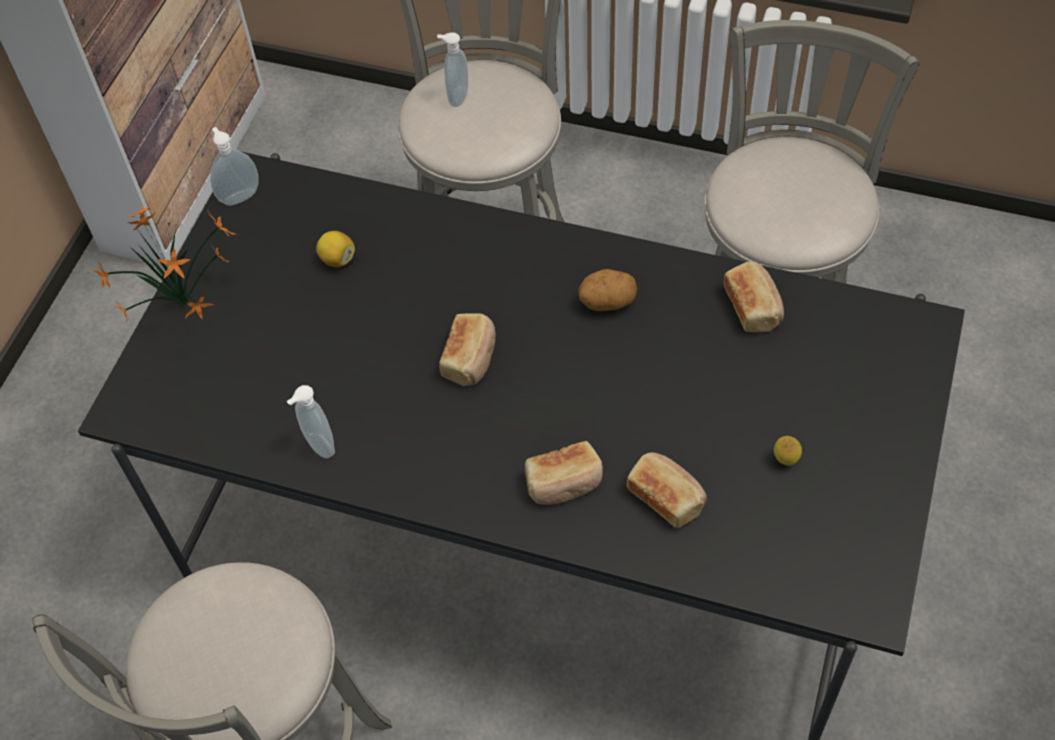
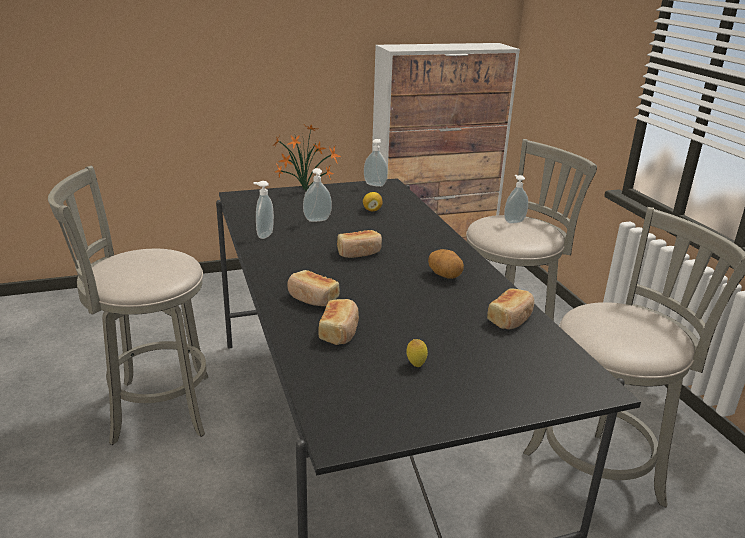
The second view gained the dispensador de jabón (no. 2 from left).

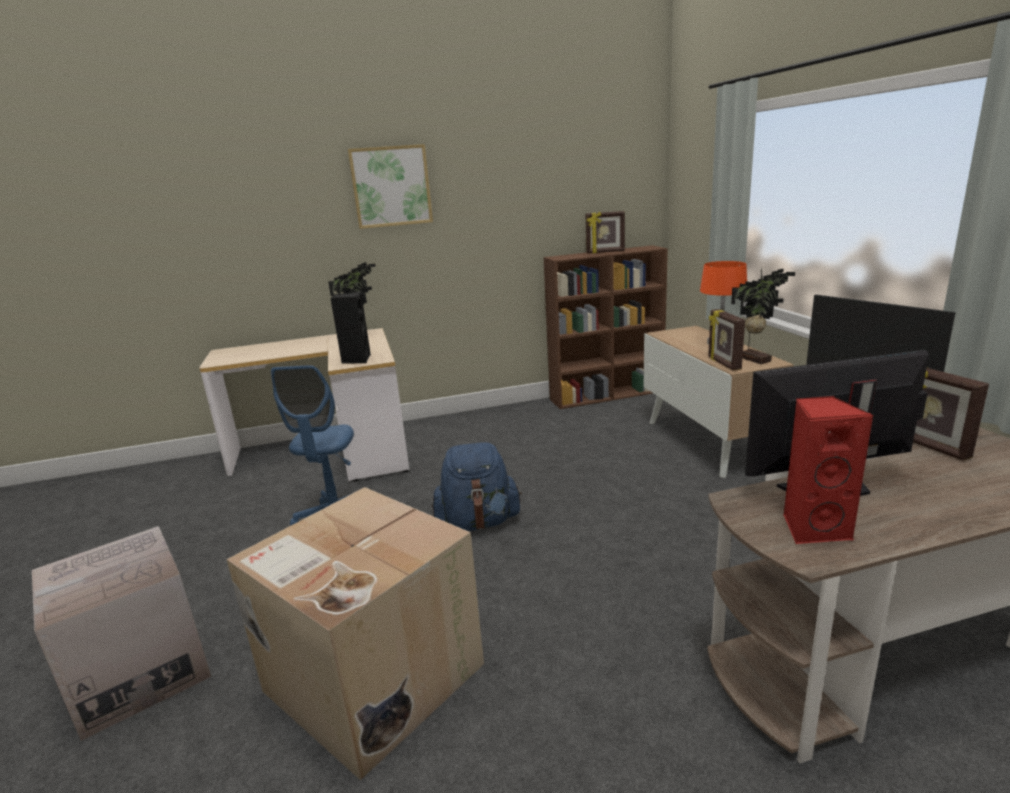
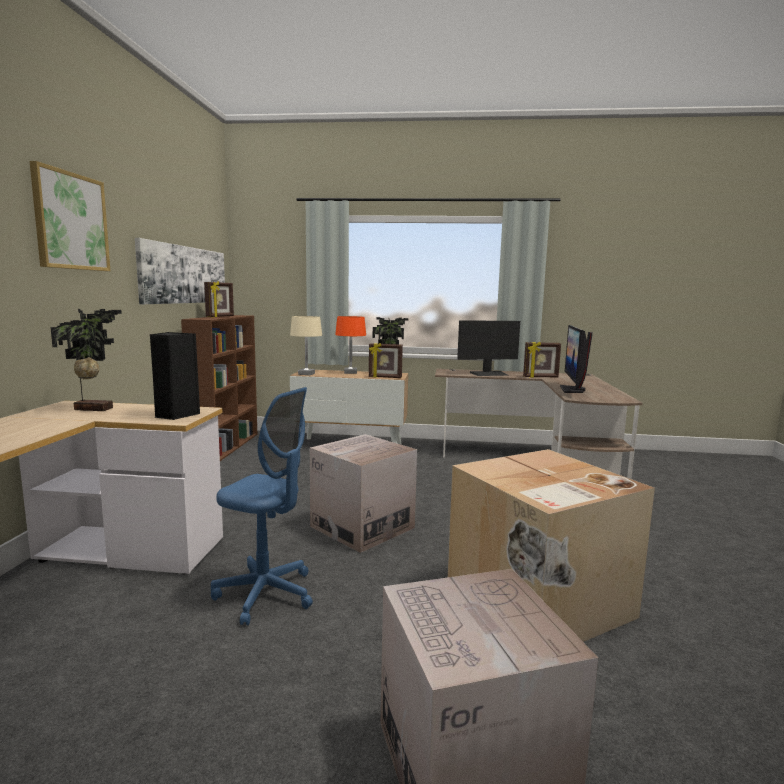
The second view gained the cuadro (no. 2 from left). The second view gained the lámpara de mesa [beis]. Where the mochila [azul] stood, the caja de cartón (no. 1 from left) came to stand. The second view lost the altavoz [rojo].

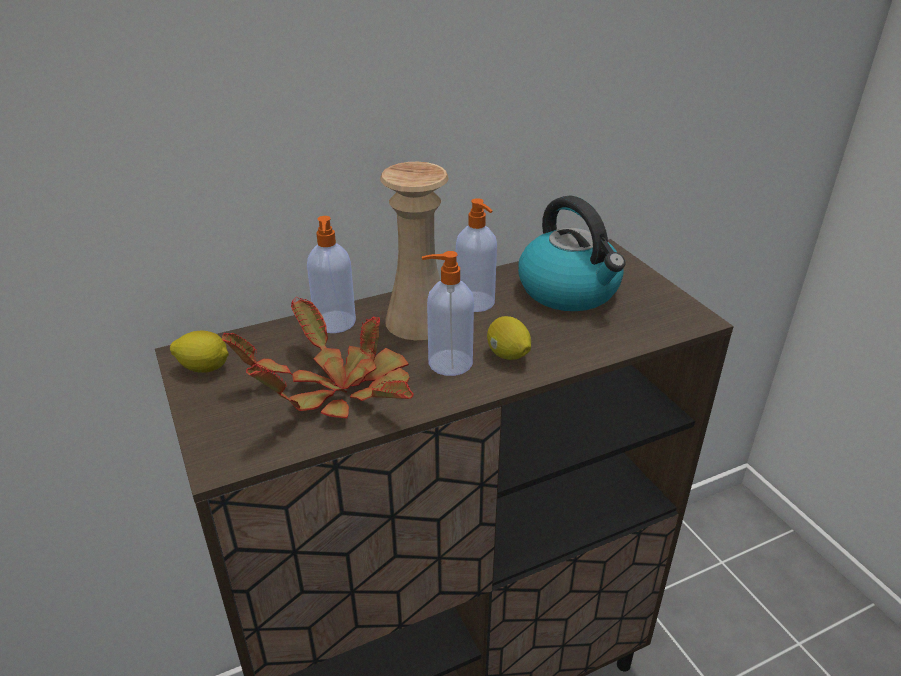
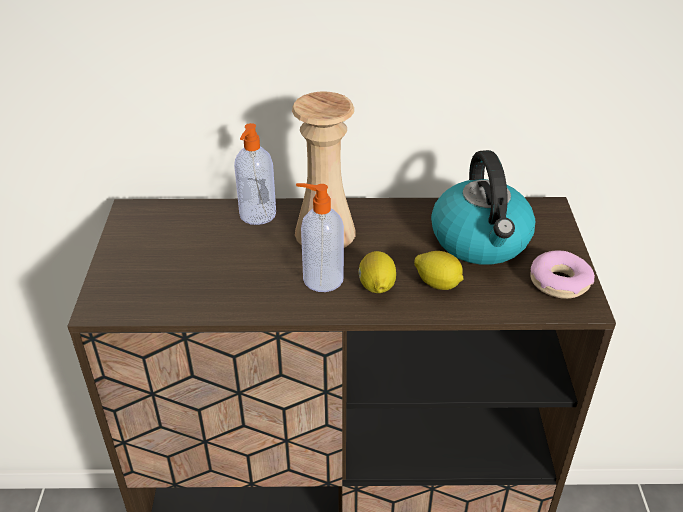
The limón (no. 1 from left in the first image) ended up elsewhere. The second view gained the rosquilla. The second view lost the planta en maceta. The second view lost the dispensador de jabón (no. 3 from left).

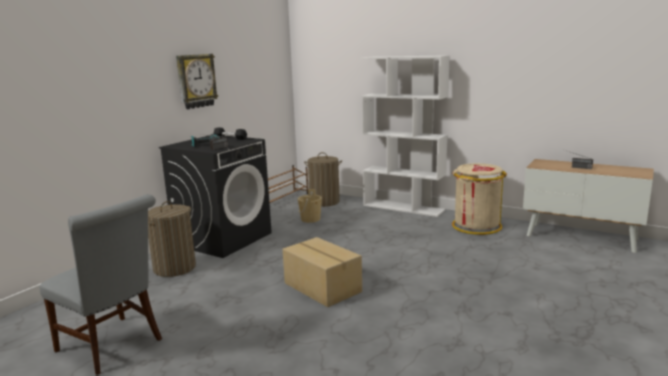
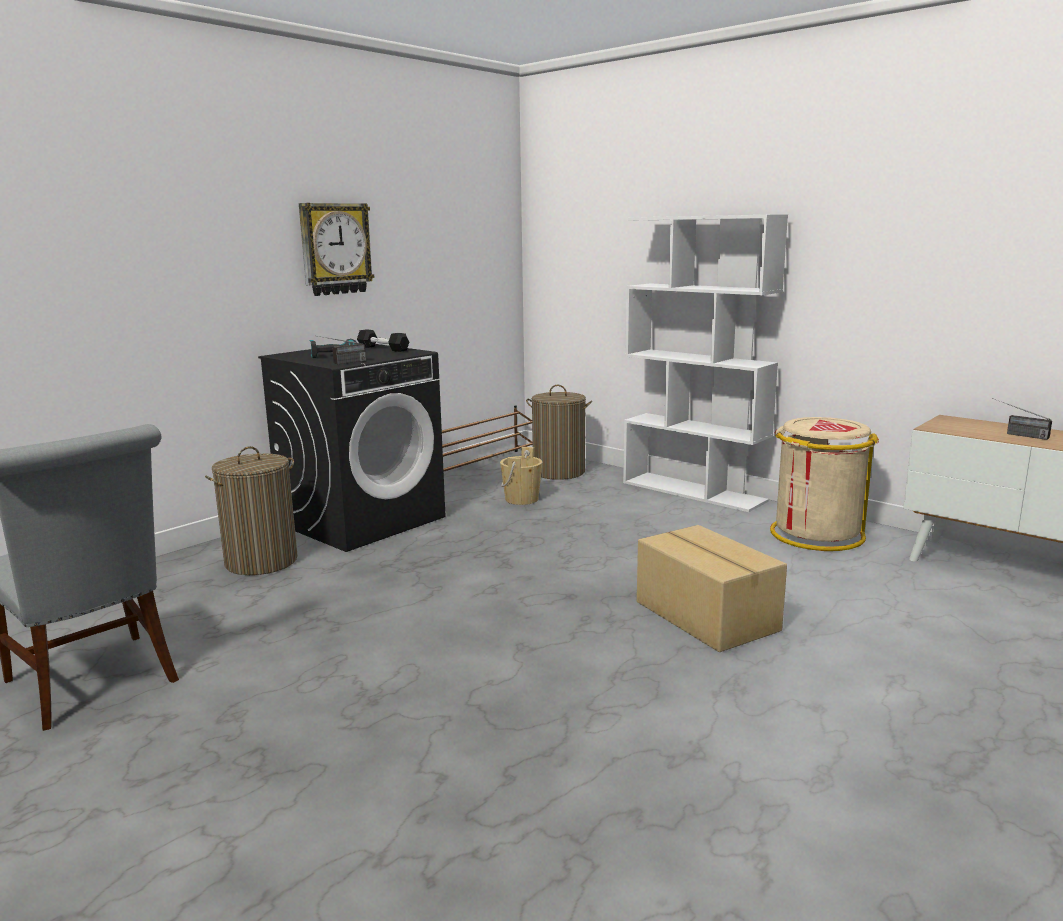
The caja de cartón ended up elsewhere.

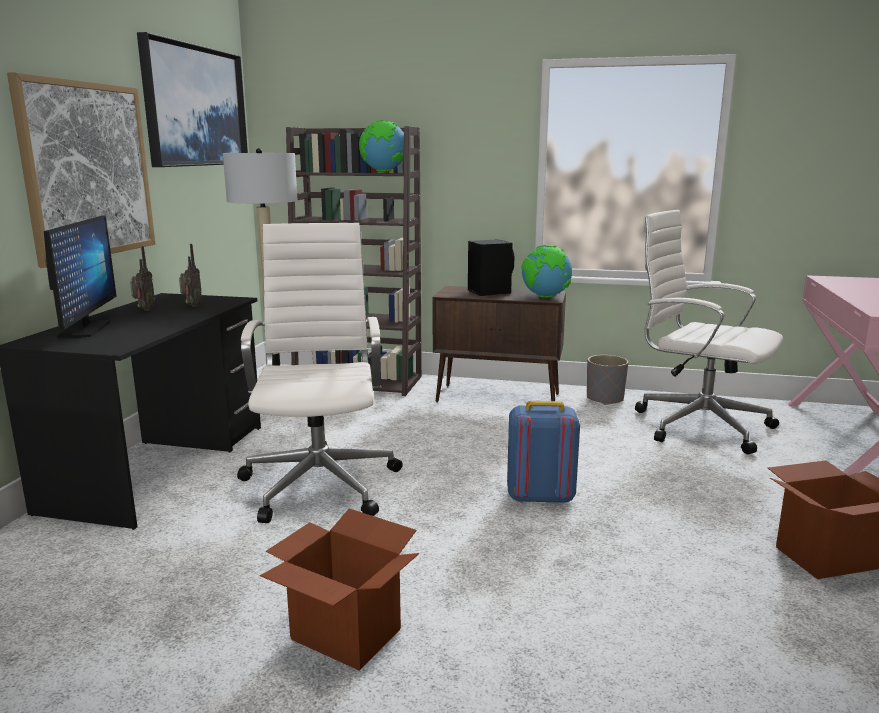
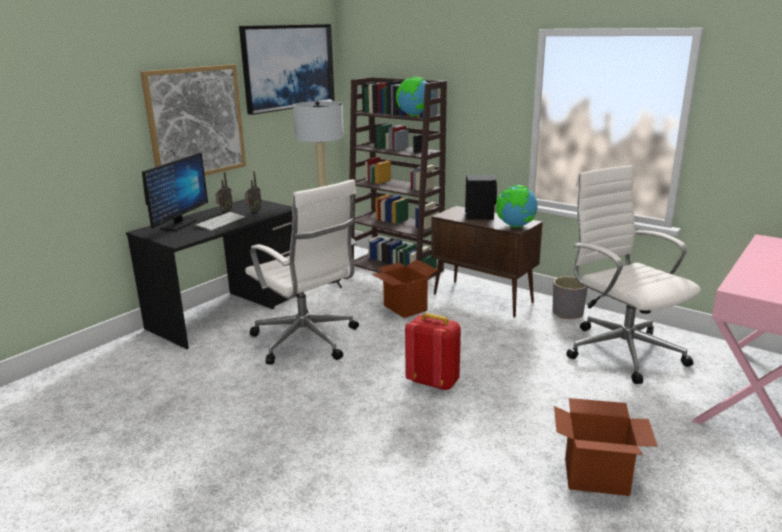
The second view gained the teclado. The silla de oficina [blanco] (no. 1 from left) ended up facing another way, 120 degrees clockwise from before. The caja de cartón (no. 1 from left) ended up elsewhere. What was the mochila [azul] turned into the mochila [rojo].

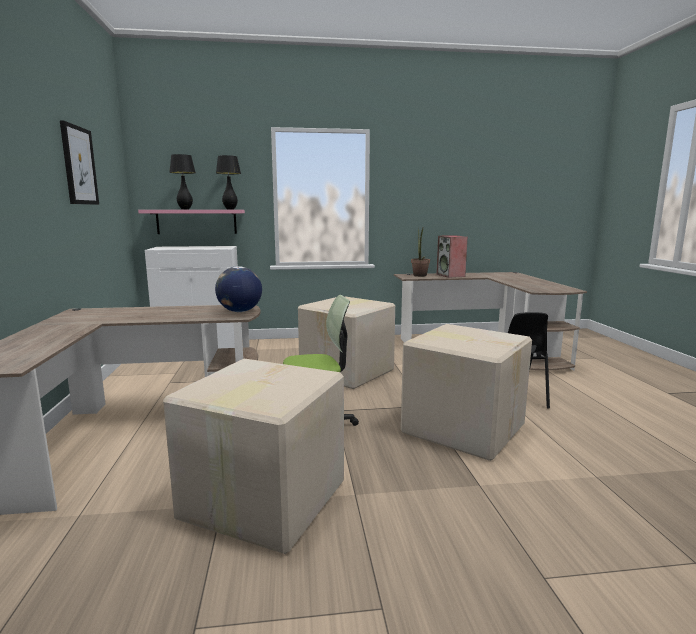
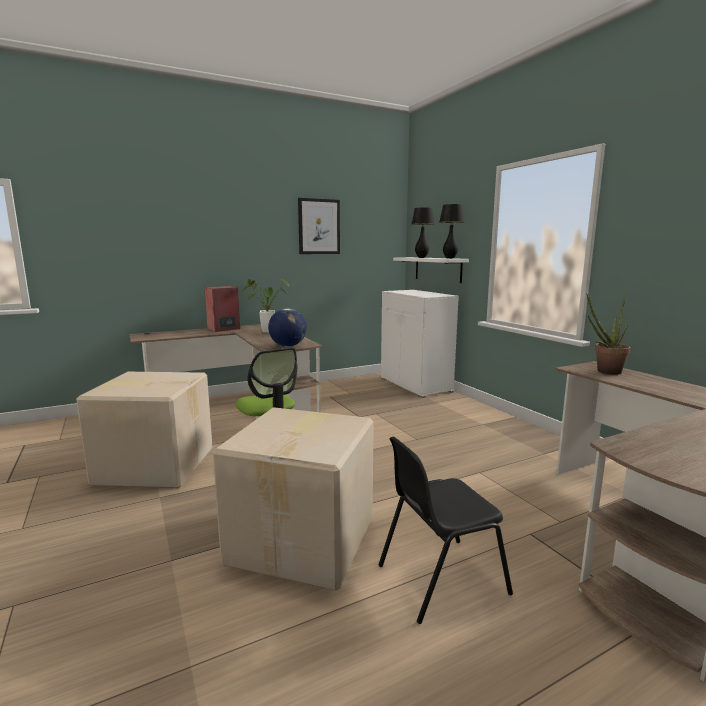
The altavoz ended up elsewhere. The second view gained the planta en maceta (no. 1 from left). What was the estante [rosa] turned into the estante [blanco]. The second view lost the caja de cartón (no. 2 from left).

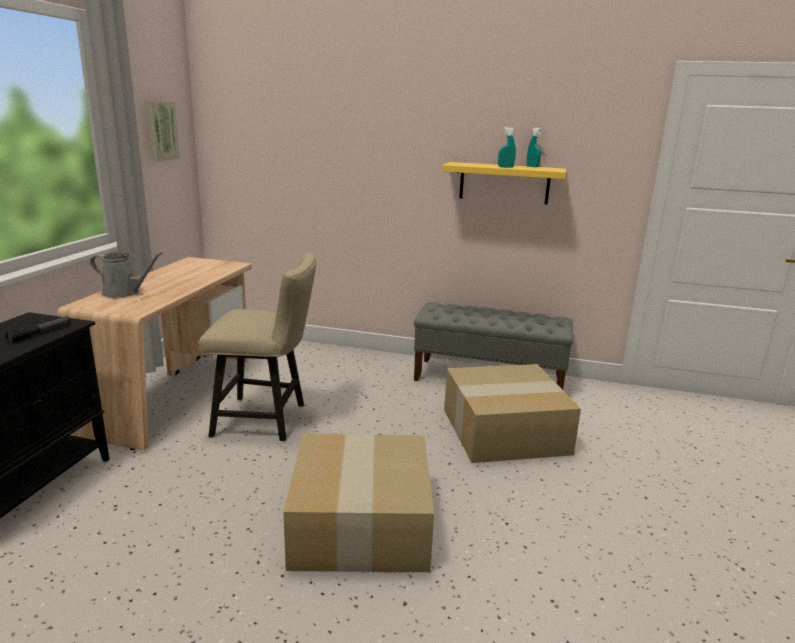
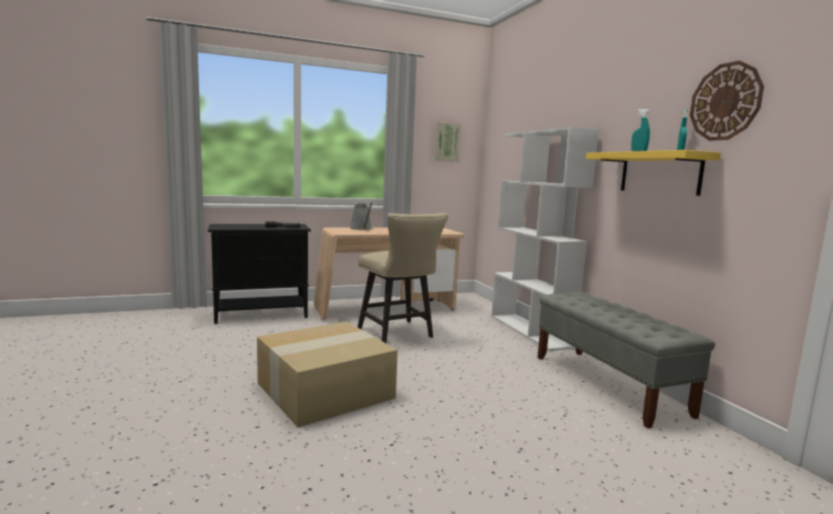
The second view gained the estantería [blanco]. The second view gained the reloj de pared. The second view lost the caja de cartón (no. 2 from left).

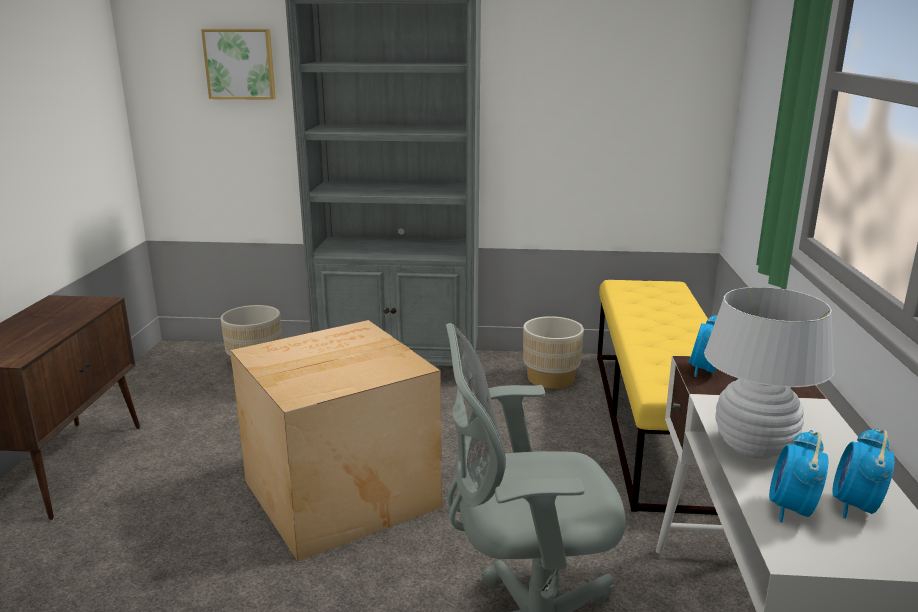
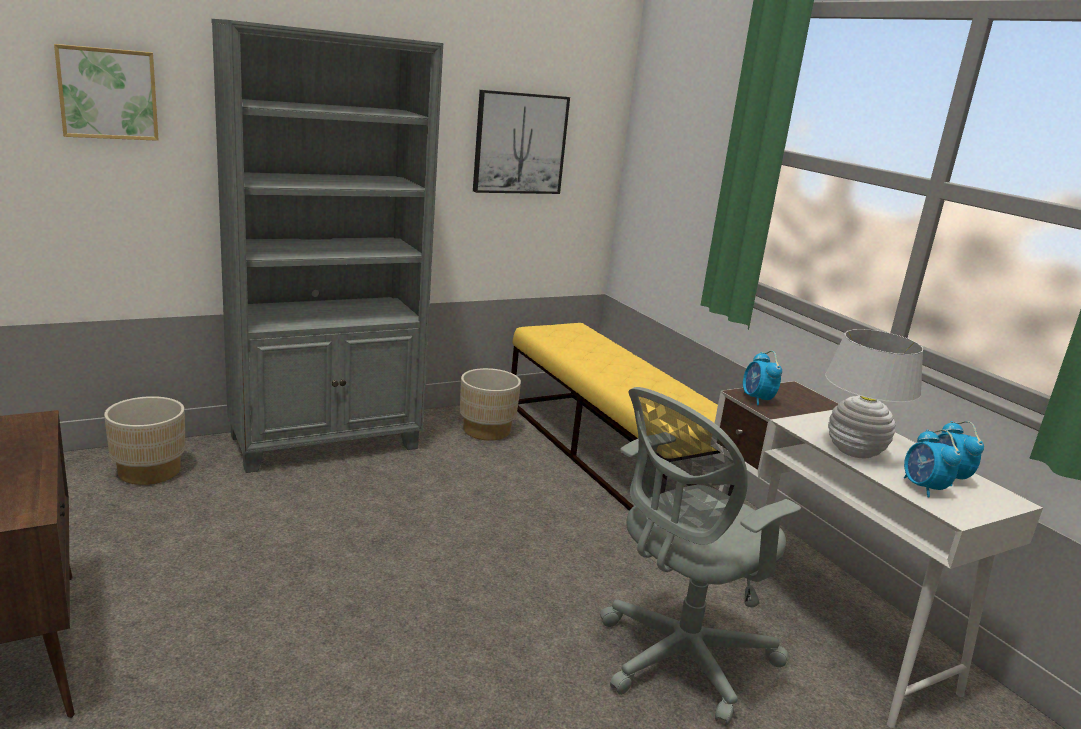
The second view gained the cuadro (no. 2 from left). The second view lost the caja de cartón.

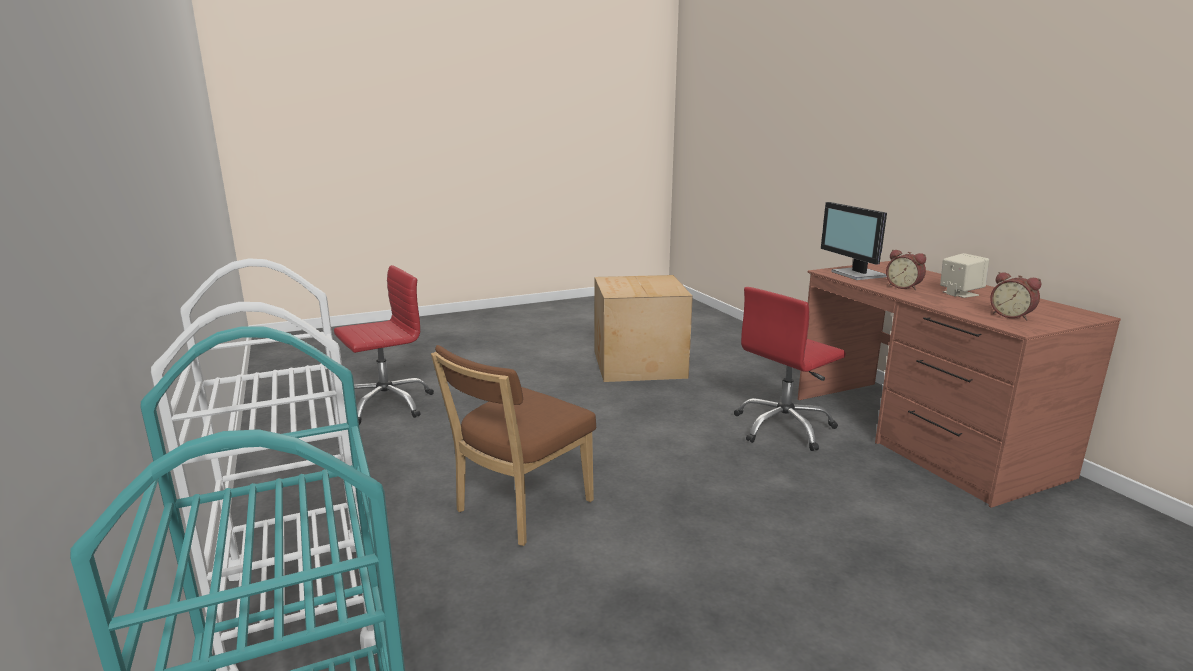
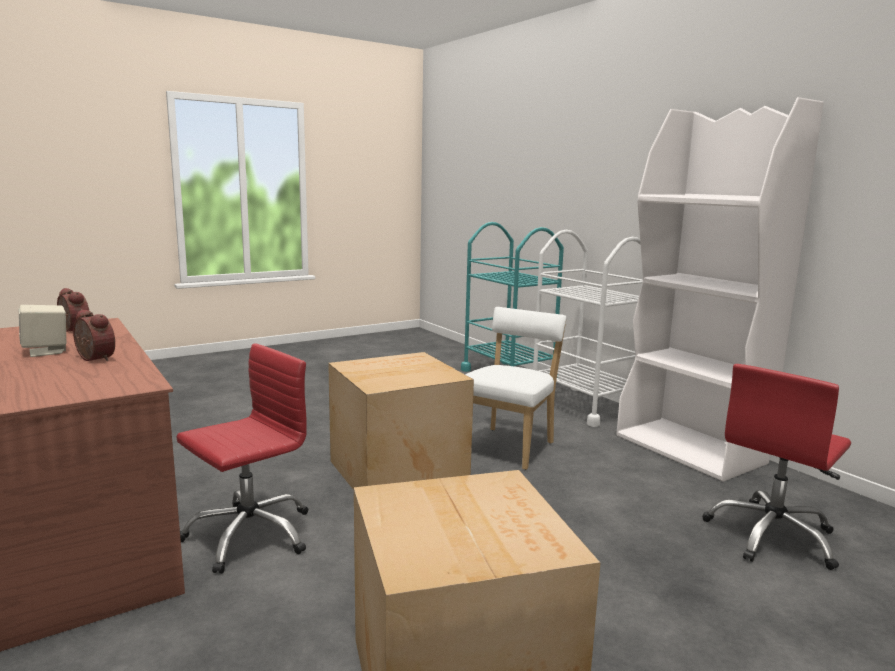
The second view gained the caja de cartón (no. 1 from left). What was the silla [marrón] turned into the silla [blanco]. The second view gained the estantería [blanco]. The second view lost the monitor.

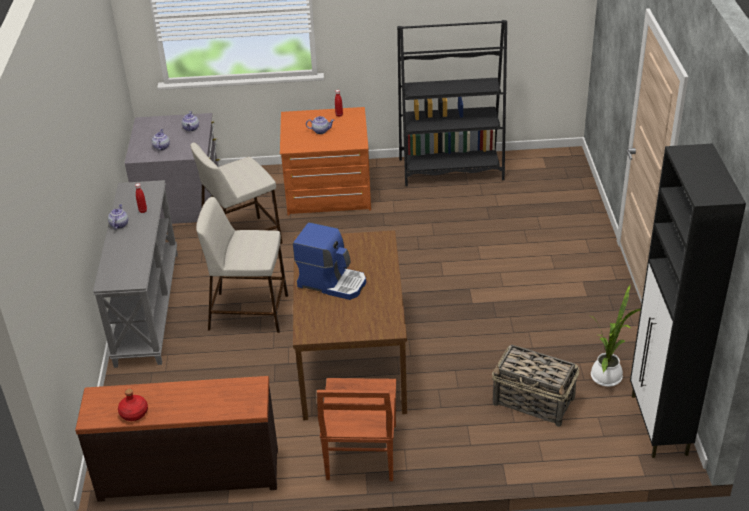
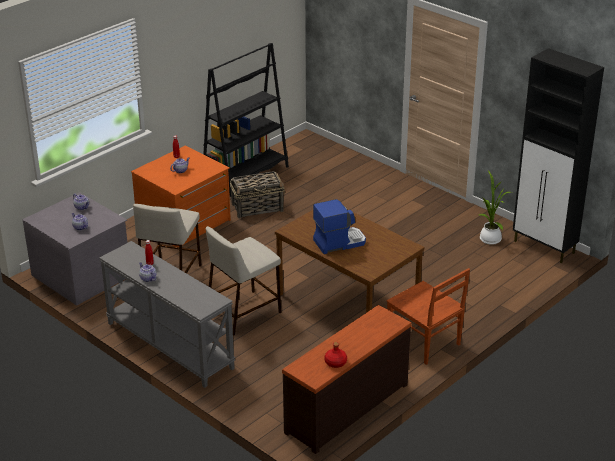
The cesta ended up elsewhere.

